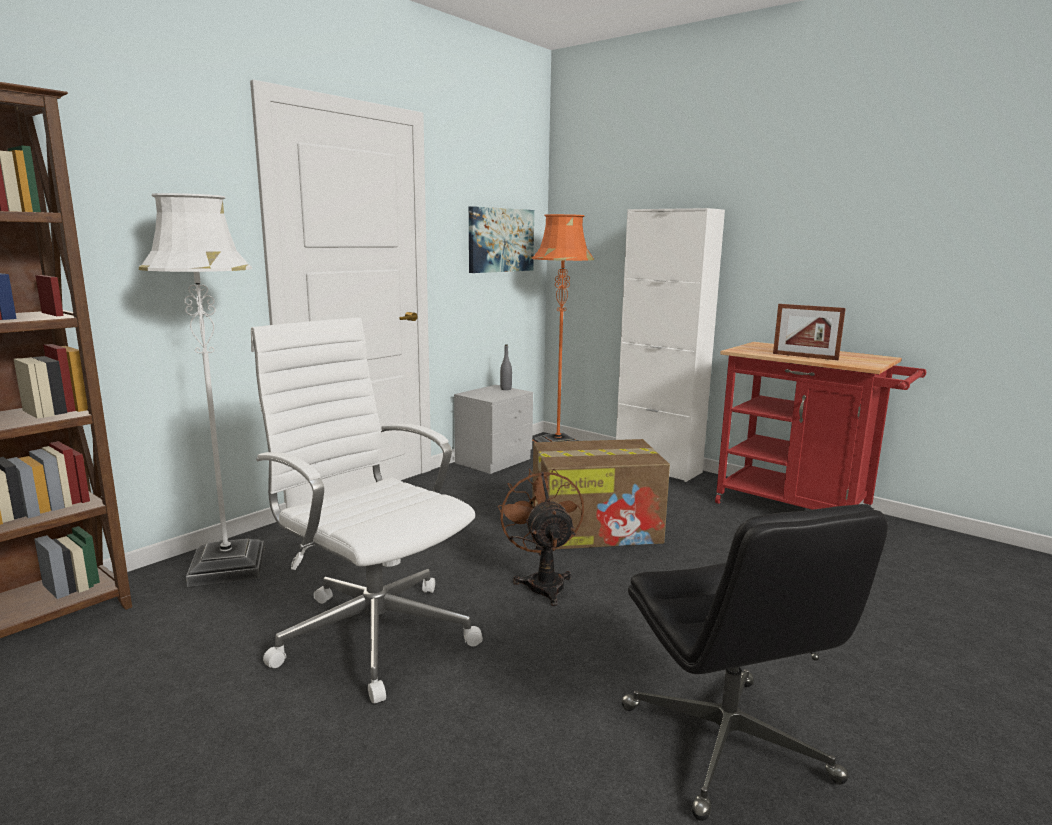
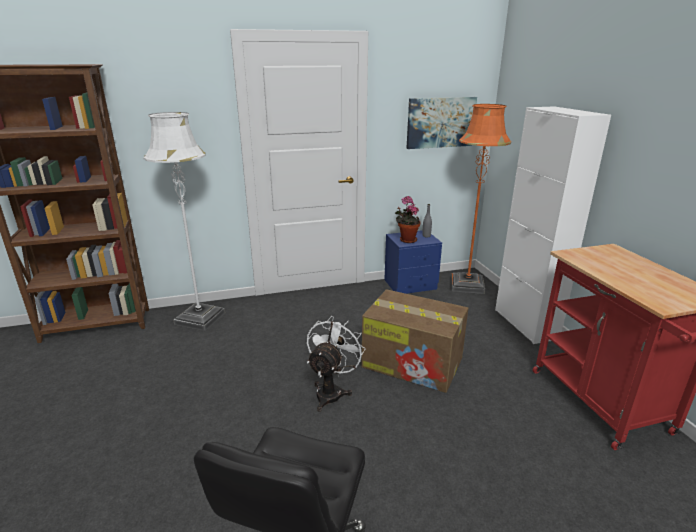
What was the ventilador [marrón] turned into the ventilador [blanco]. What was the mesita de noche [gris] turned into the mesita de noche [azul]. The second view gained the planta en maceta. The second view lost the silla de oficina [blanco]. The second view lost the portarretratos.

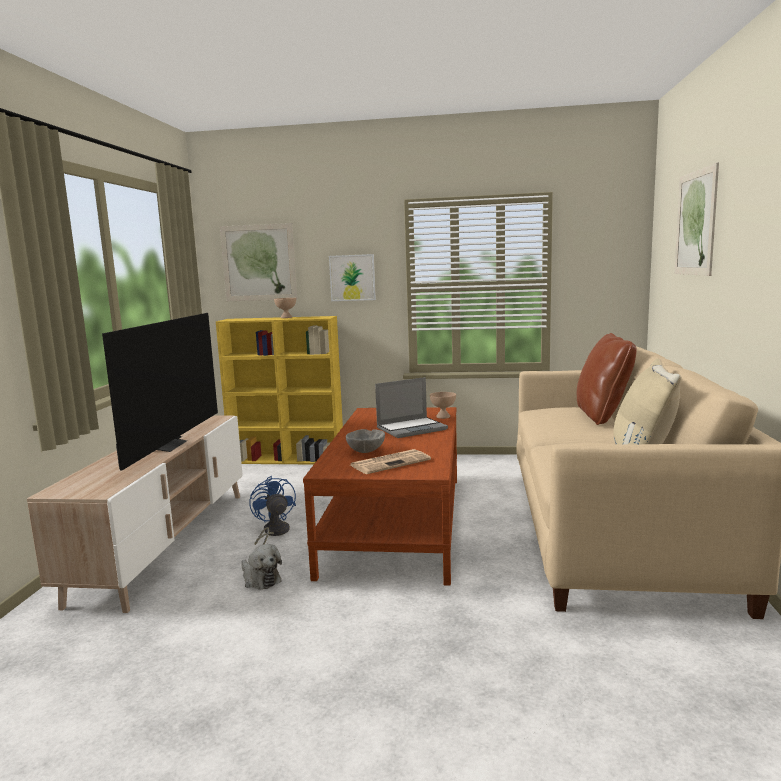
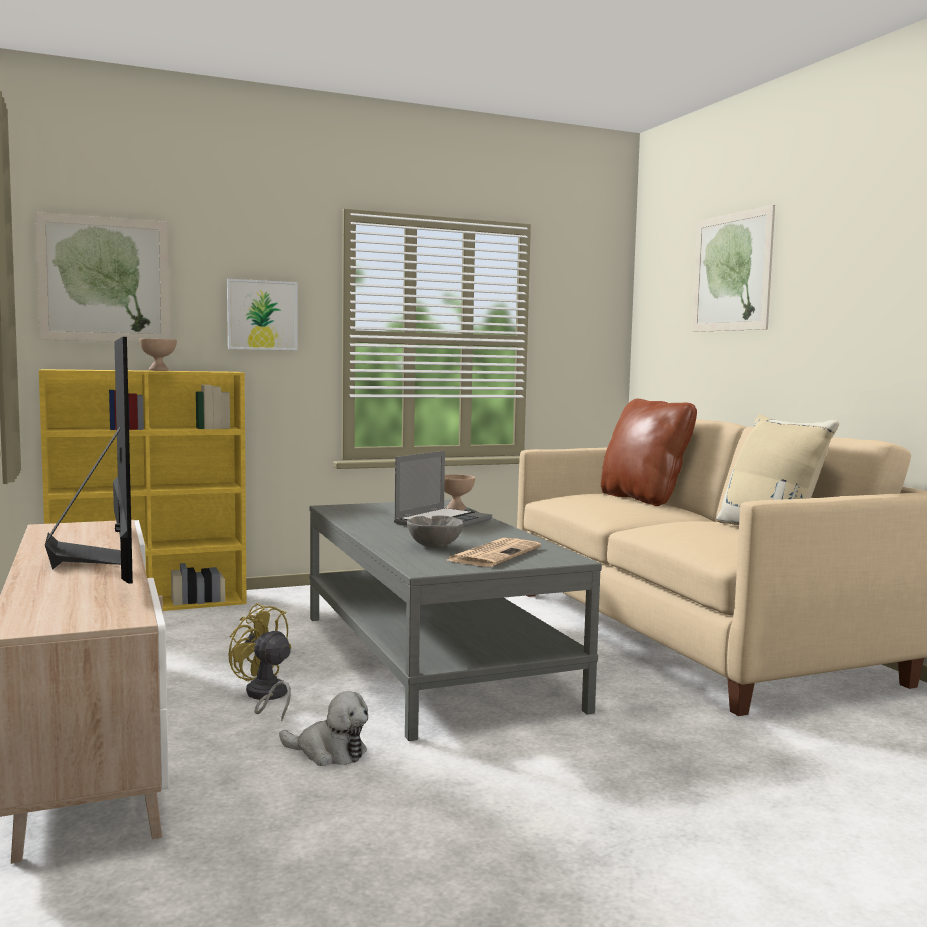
What was the ventilador [azul] turned into the ventilador [amarillo]. What was the mesa de centro [marrón] turned into the mesa de centro [gris].

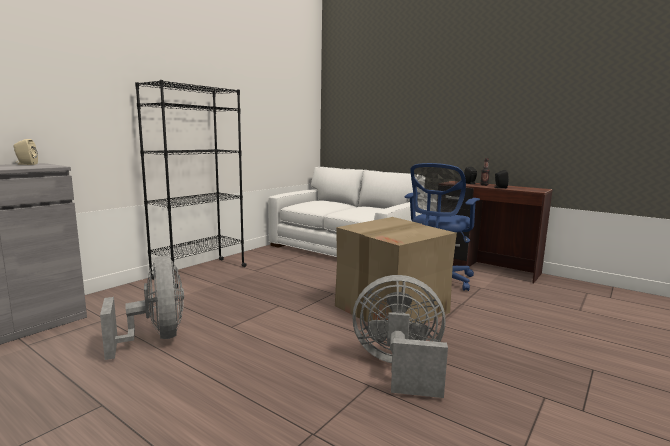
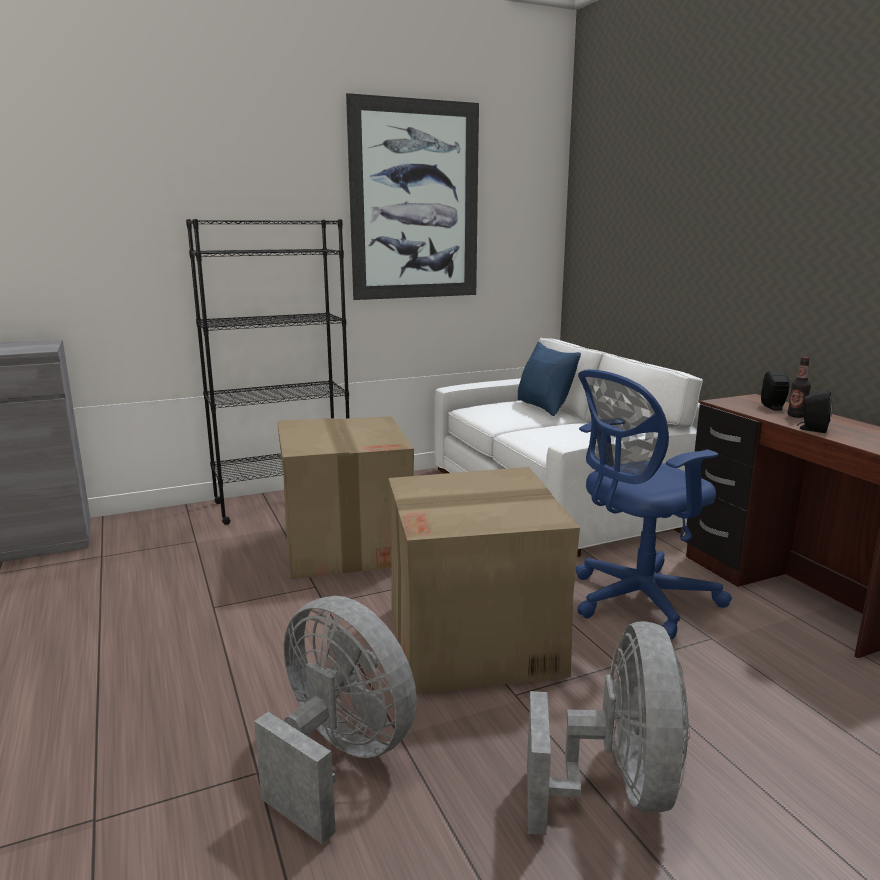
The second view gained the caja de cartón (no. 1 from left). The second view gained the cuadro. The second view gained the cojín [azul]. The ventilador [gris] (no. 1 from left in the first image) ended up elsewhere. The second view lost the altavoz [beis].

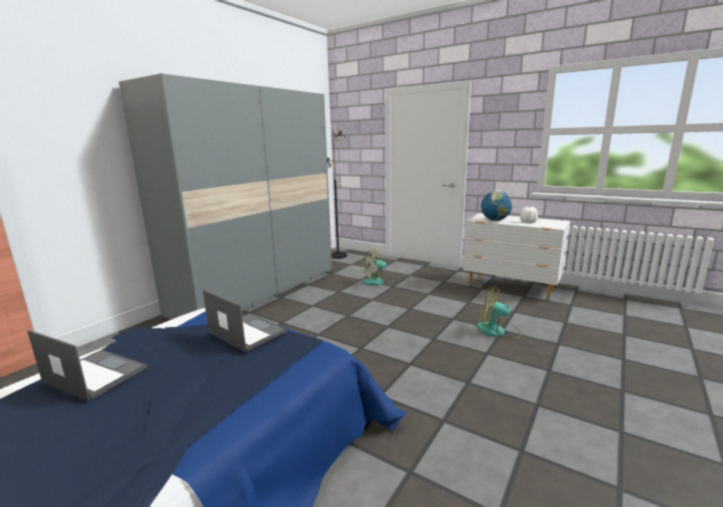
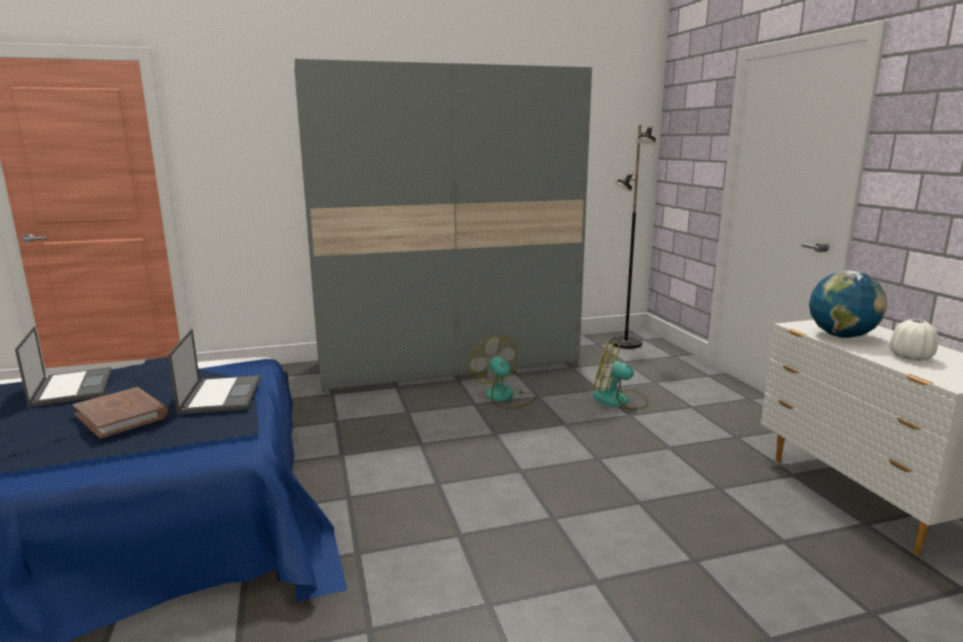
The second view gained the libro [marrón]. The ventilador (no. 2 from left in the first image) ended up elsewhere.

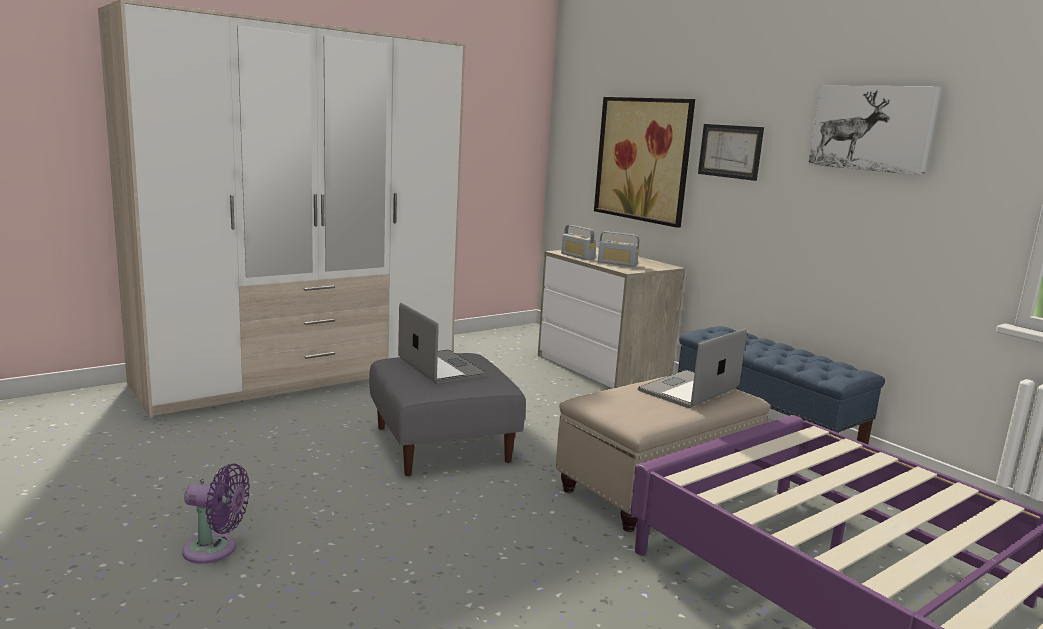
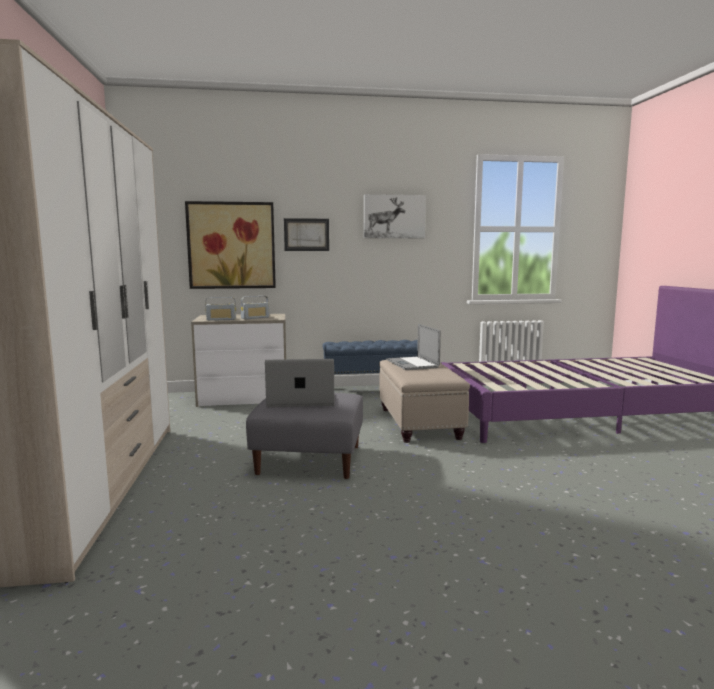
The second view lost the ventilador [morado].

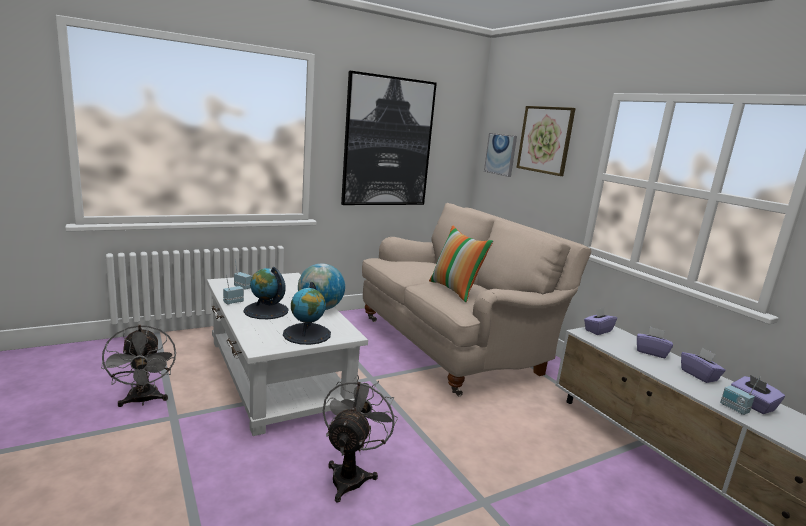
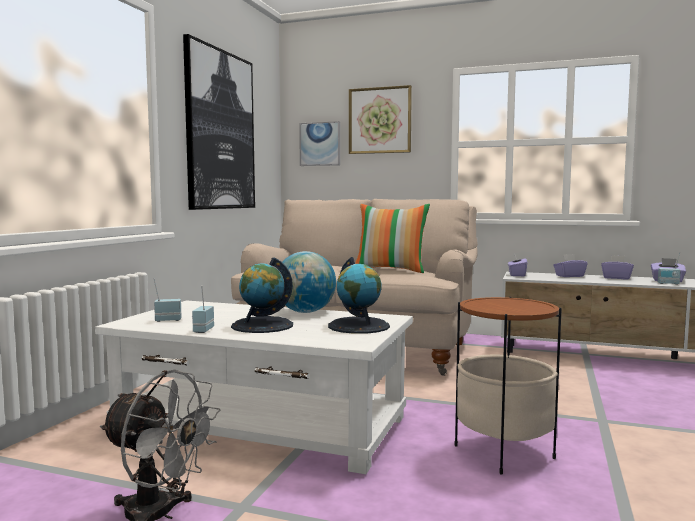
Where the ventilador [gris] (no. 2 from left) stood, the mesa auxiliar came to stand.

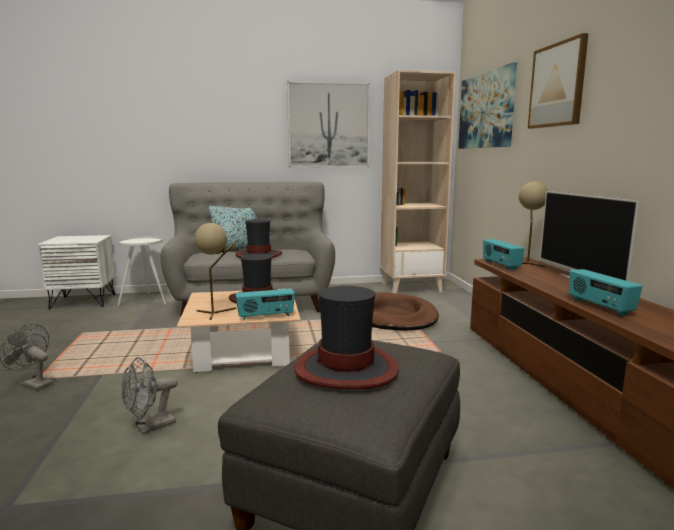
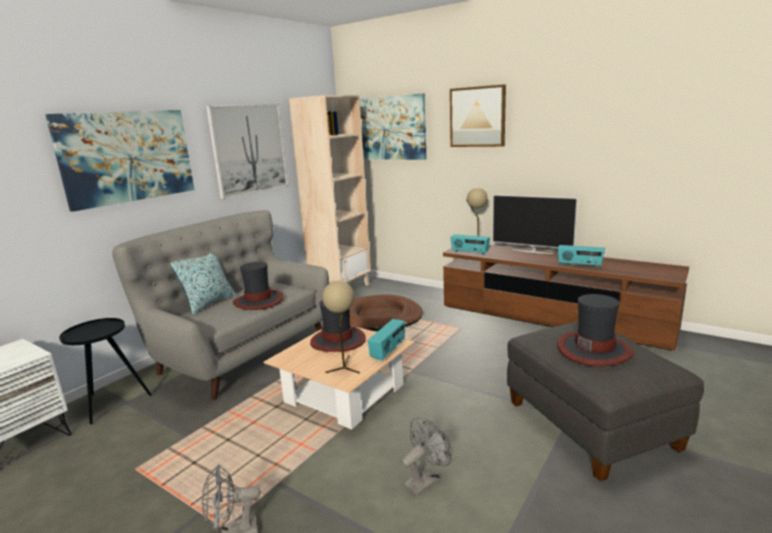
The second view gained the cuadro (no. 1 from left). What was the mesa auxiliar [blanco] turned into the mesa auxiliar [negro]. The ventilador [gris] (no. 2 from left) ended up facing another way, 135 degrees counterclockwise from before.

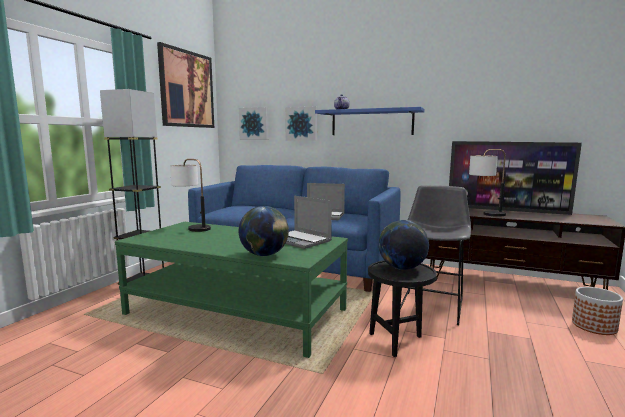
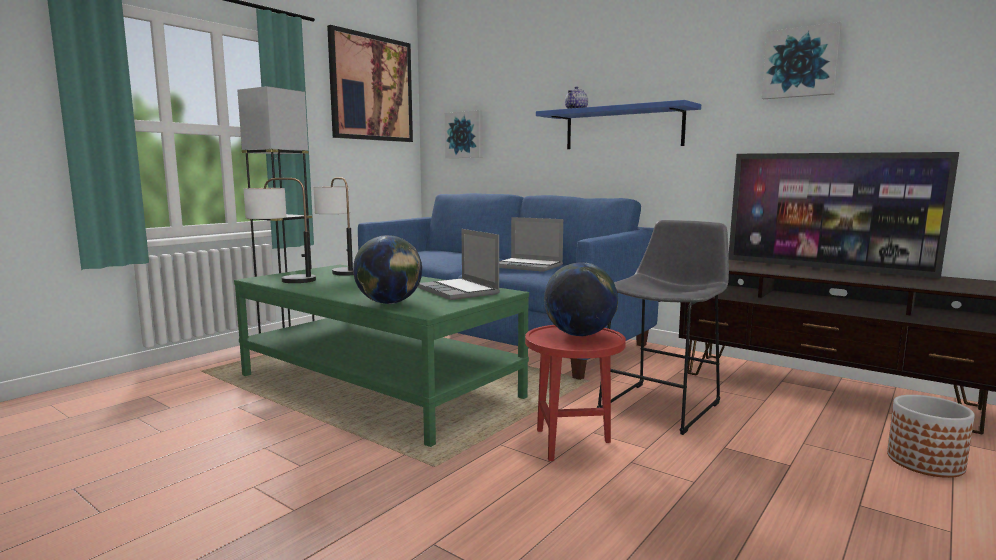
The lámpara de mesa (no. 2 from left in the first image) ended up elsewhere. What was the mesa auxiliar [negro] turned into the mesa auxiliar [rojo]. The cuadro (no. 3 from left) ended up elsewhere.

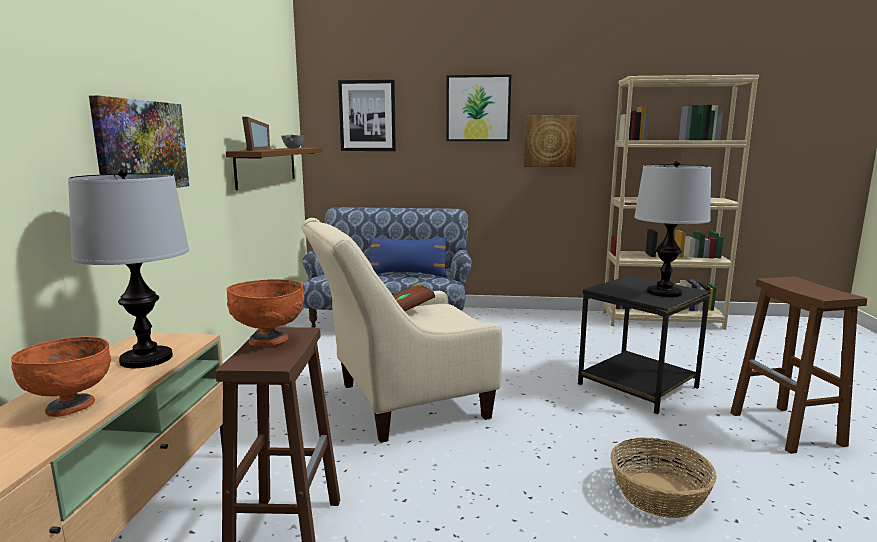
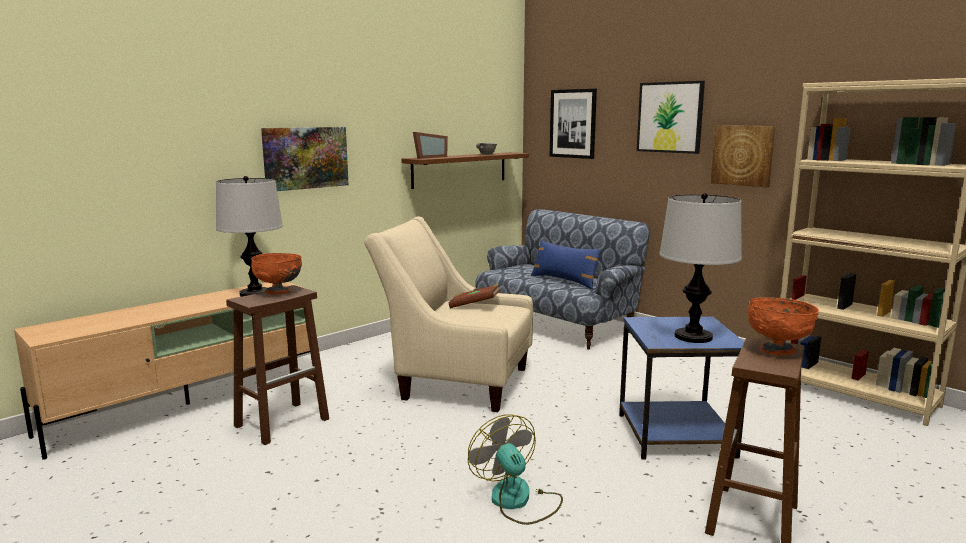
Where the cesta stood, the ventilador came to stand. What was the mesa auxiliar [negro] turned into the mesa auxiliar [azul]. The cuenco [naranja] (no. 1 from left in the first image) ended up elsewhere.

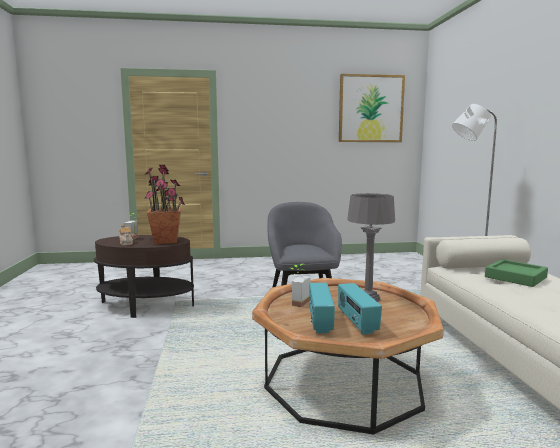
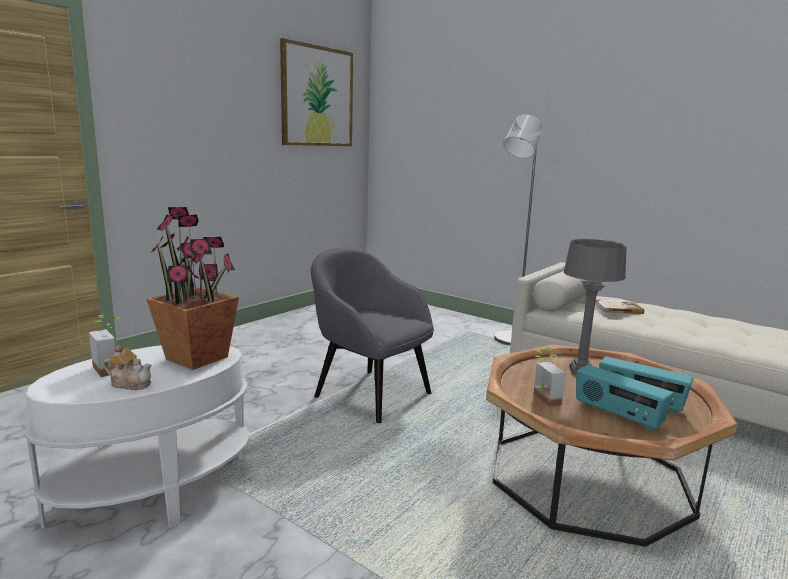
What was the mesa auxiliar [marrón] turned into the mesa auxiliar [blanco]. Where the bandeja [verde] stood, the libro came to stand.

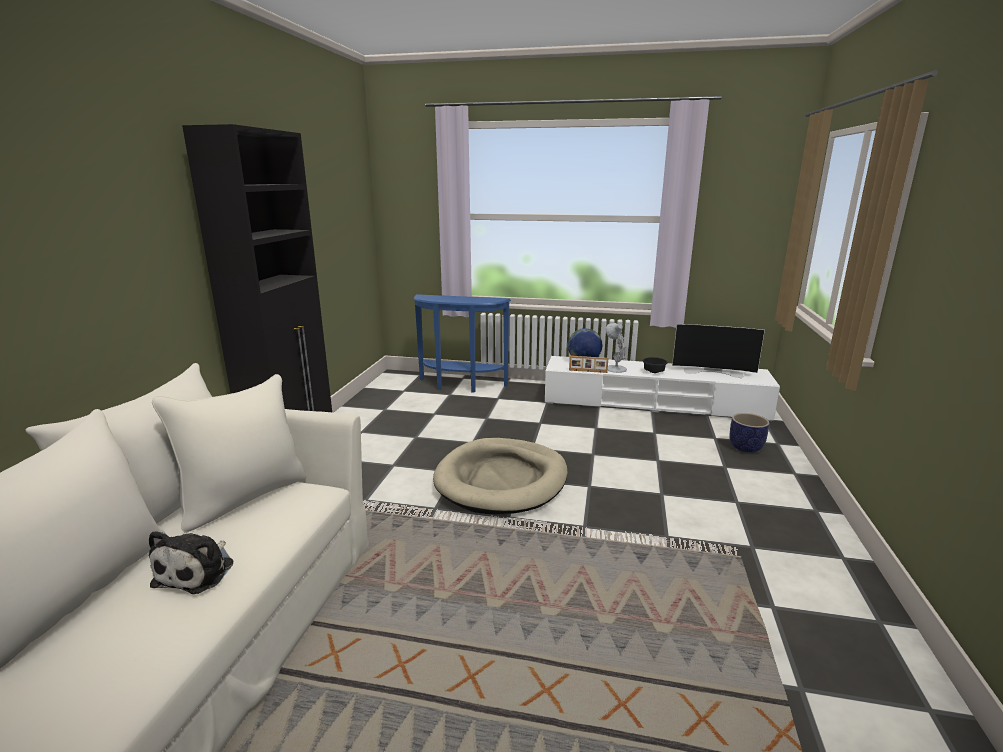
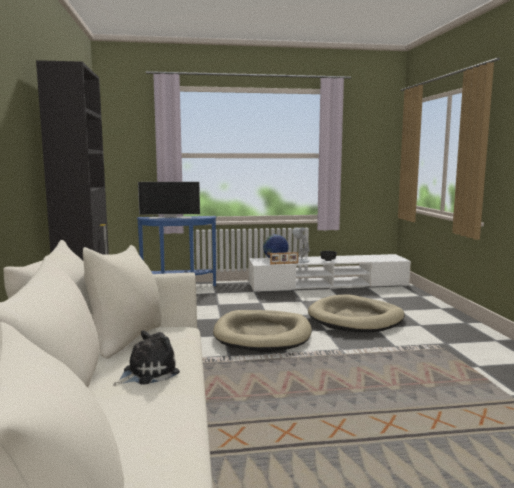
The peluche ended up facing another way, 120 degrees counterclockwise from before. The televisor ended up elsewhere. The second view gained the cama para perro [beis] (no. 2 from left). The second view lost the maceta.

